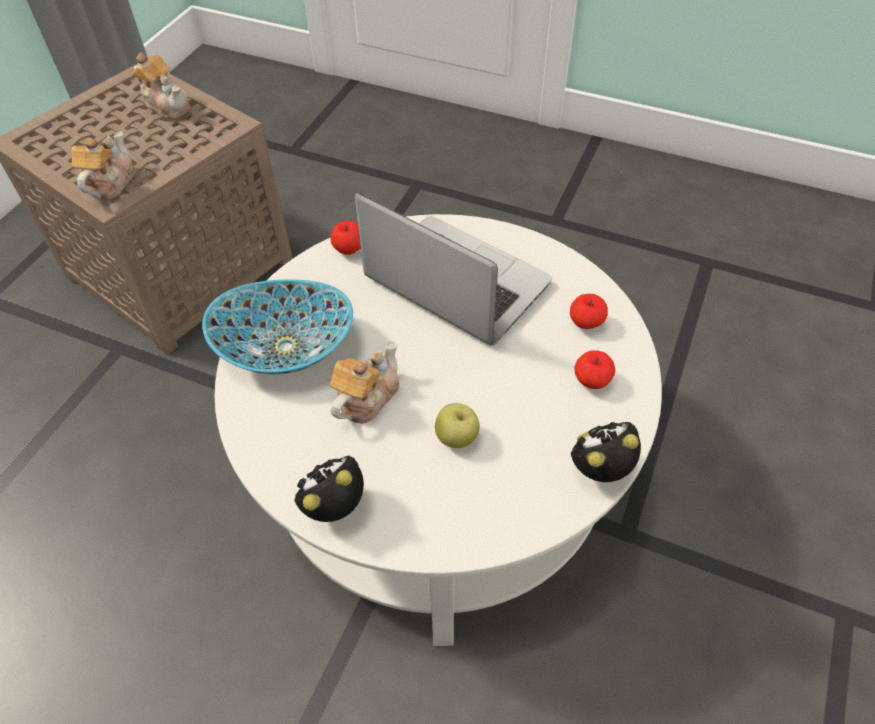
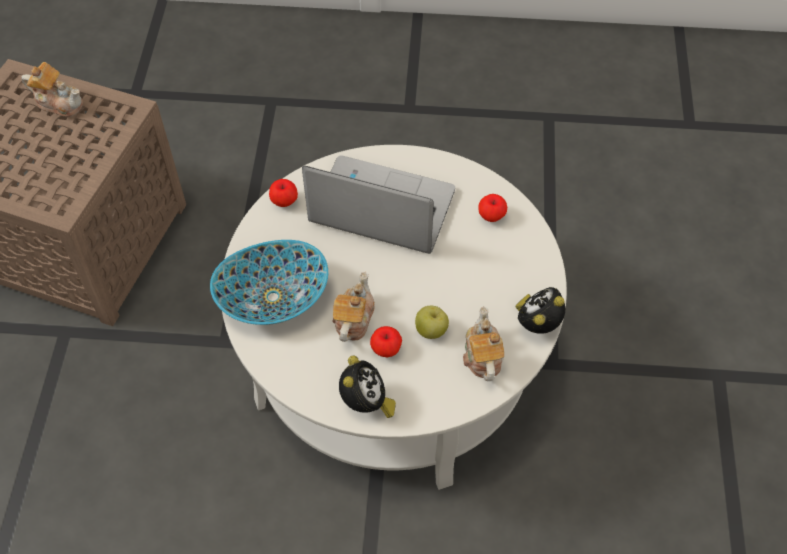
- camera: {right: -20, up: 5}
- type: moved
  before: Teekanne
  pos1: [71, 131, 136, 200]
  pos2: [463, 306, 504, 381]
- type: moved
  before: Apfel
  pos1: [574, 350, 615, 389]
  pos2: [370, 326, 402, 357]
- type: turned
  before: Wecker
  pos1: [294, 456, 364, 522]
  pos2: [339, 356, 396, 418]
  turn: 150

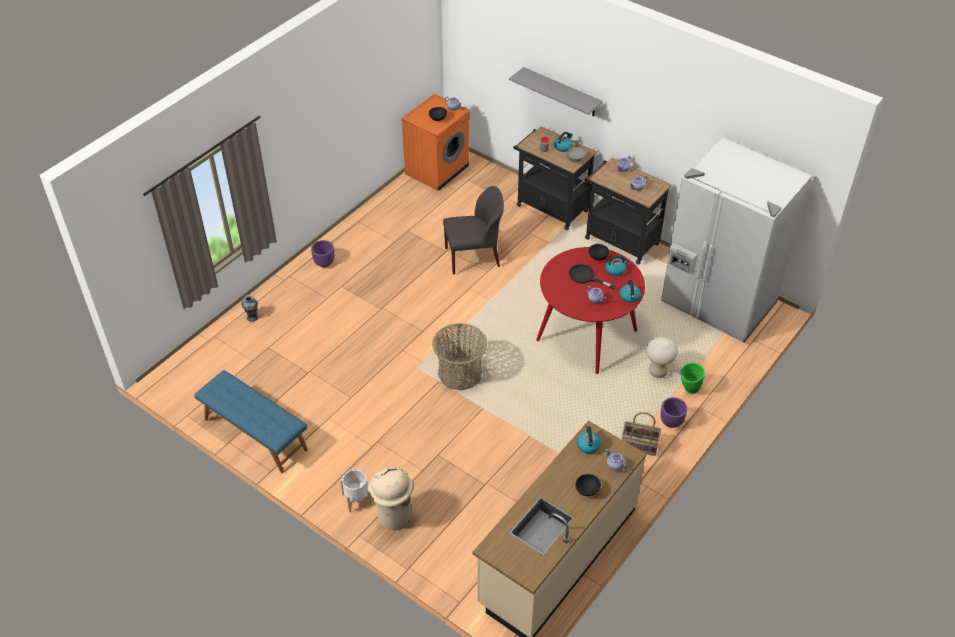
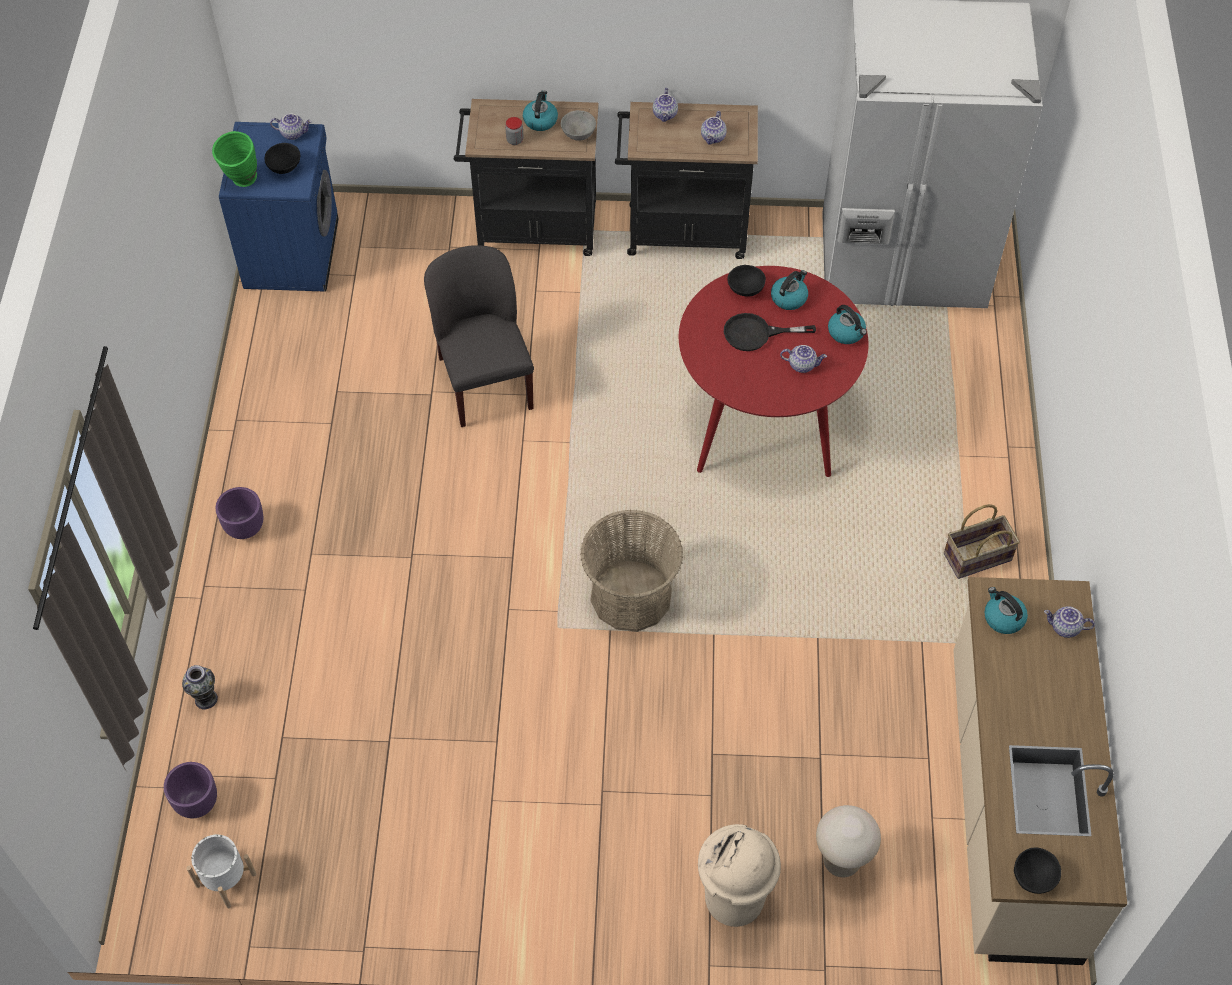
- camera: {right: -35, up: 10}
- type: removed
  before: Wandregal/grau
  pos1: [509, 67, 603, 116]
- type: recoloured
  before: Waschmaschine/orange
  after: Waschmaschine/blau
  pos1: [402, 94, 470, 191]
  pos2: [219, 122, 339, 292]
- type: turned
  before: Stuhl/grau
  pos1: [443, 186, 504, 275]
  pos2: [424, 245, 534, 427]
  turn: -60
- type: moved
  before: Hocker/beige
  pos1: [646, 337, 678, 378]
  pos2: [816, 805, 881, 877]
- type: moved
  before: Vase/grün
  pos1: [680, 363, 705, 394]
  pos2: [212, 131, 257, 187]
- type: removed
  before: Bank/blau
  pos1: [194, 370, 308, 473]
- type: moved
  before: Pflanzkübel/lila
  pos1: [661, 397, 687, 428]
  pos2: [164, 762, 217, 818]
- type: moved
  before: Pflanzkübel/weiß
  pos1: [340, 470, 372, 512]
  pos2: [186, 834, 256, 908]
- type: moved
  before: Schüssel/schwarz
  pos1: [575, 474, 601, 496]
  pos2: [1014, 848, 1061, 894]

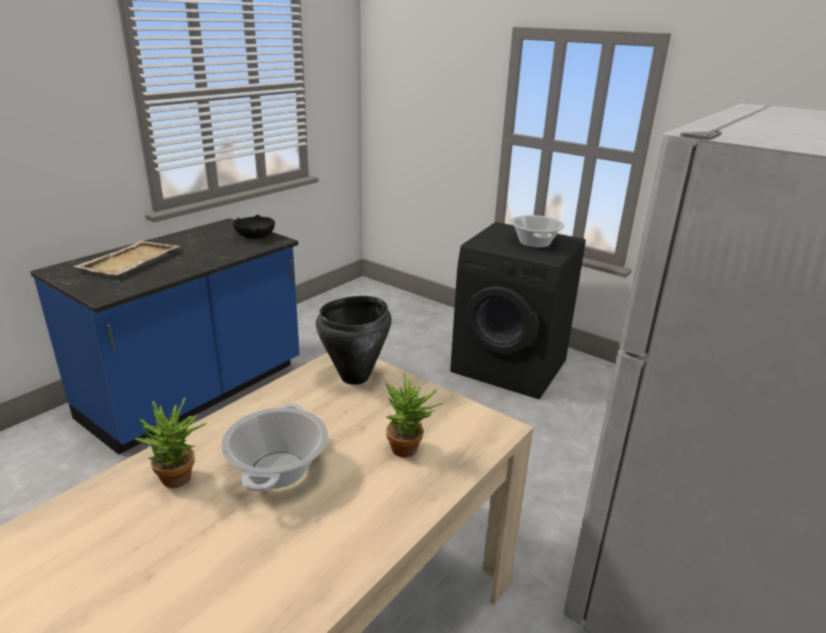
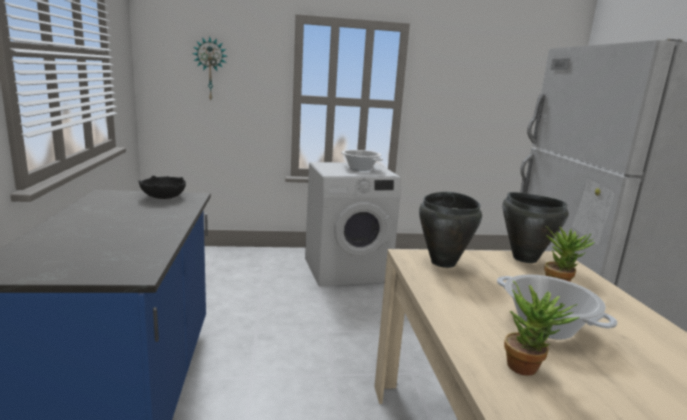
- camera: {right: -45, up: -10}
- type: recoloured
  before: Waschmaschine/schwarz
  after: Waschmaschine/weiß
  pos1: [450, 222, 586, 399]
  pos2: [305, 162, 401, 286]
- type: removed
  before: Tablett/beige
  pos1: [73, 241, 180, 276]
- type: added
  after: Wanduhr
  pos2: [192, 37, 227, 100]
- type: added
  after: Kochtopf/schwarz
  pos2: [503, 192, 569, 263]

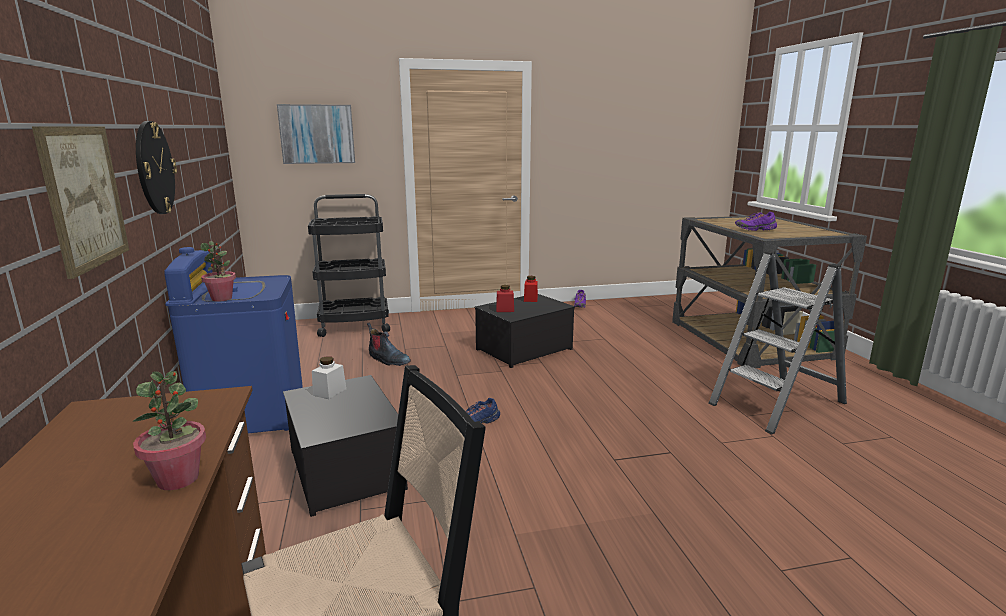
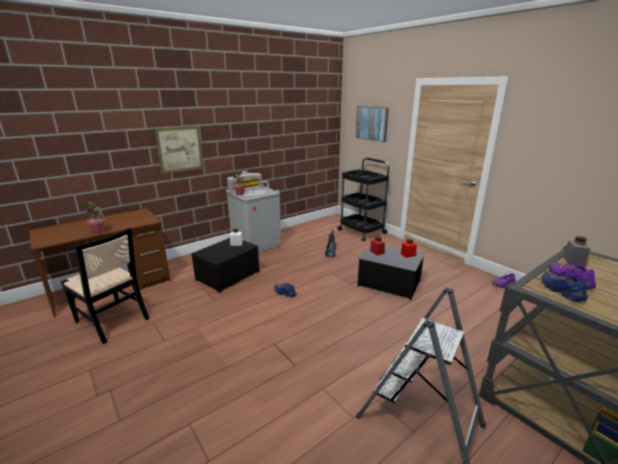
- camera: {right: 65, up: 5}
- type: removed
  before: Wanduhr
  pos1: [136, 121, 177, 214]
- type: recoloured
  before: Waschmaschine/blau
  after: Waschmaschine/grau
  pos1: [164, 247, 303, 433]
  pos2: [226, 171, 281, 252]
- type: added
  after: Vorratsglas/grau
  pos2: [563, 236, 591, 267]
- type: added
  after: Schuh/blau
  pos2: [542, 272, 588, 302]

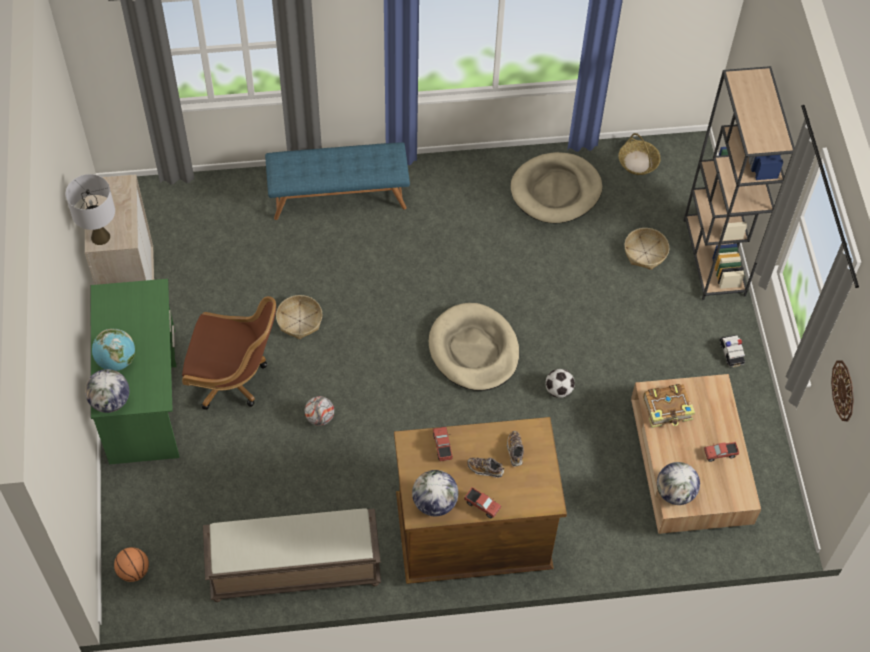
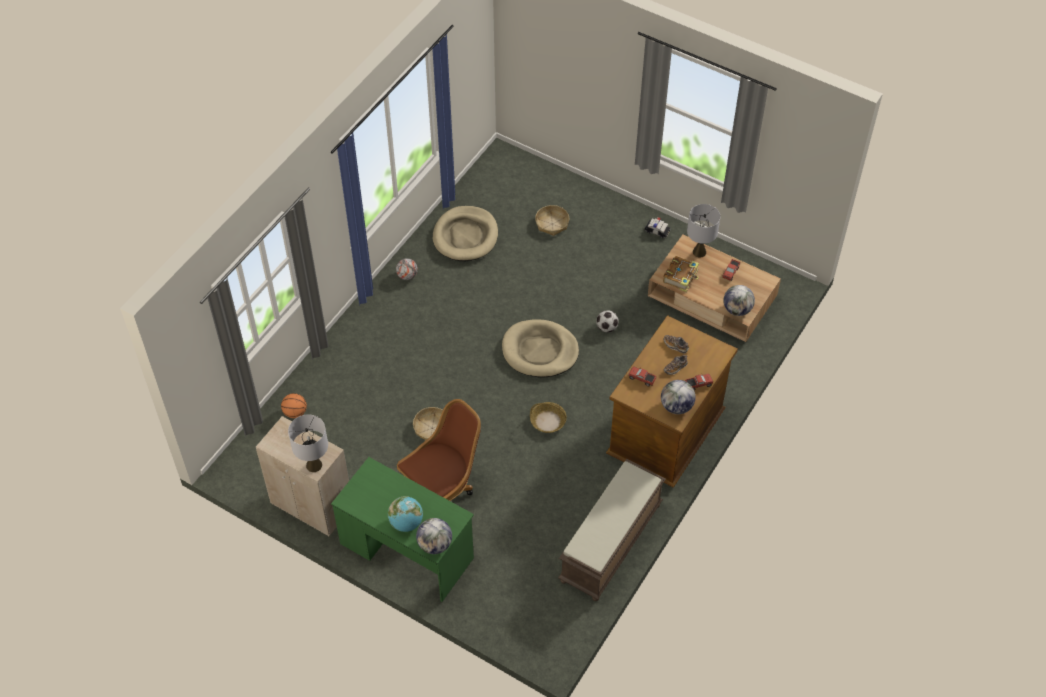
- camera: {right: -50, up: -5}
- type: removed
  before: Bücherregal
  pos1: [683, 66, 795, 300]
- type: moved
  before: Korb
  pos1: [618, 133, 661, 175]
  pos2: [530, 402, 567, 433]
- type: removed
  before: Bank/blau
  pos1: [265, 142, 410, 220]
- type: removed
  before: Wanduhr
  pos1: [831, 360, 854, 421]
- type: moved
  before: Fußball
  pos1: [305, 396, 334, 426]
  pos2: [396, 258, 418, 280]
- type: moved
  before: Basketball
  pos1: [114, 547, 149, 582]
  pos2: [281, 393, 307, 418]
- type: added
  after: Tischlampe/grau
  pos2: [687, 204, 720, 257]

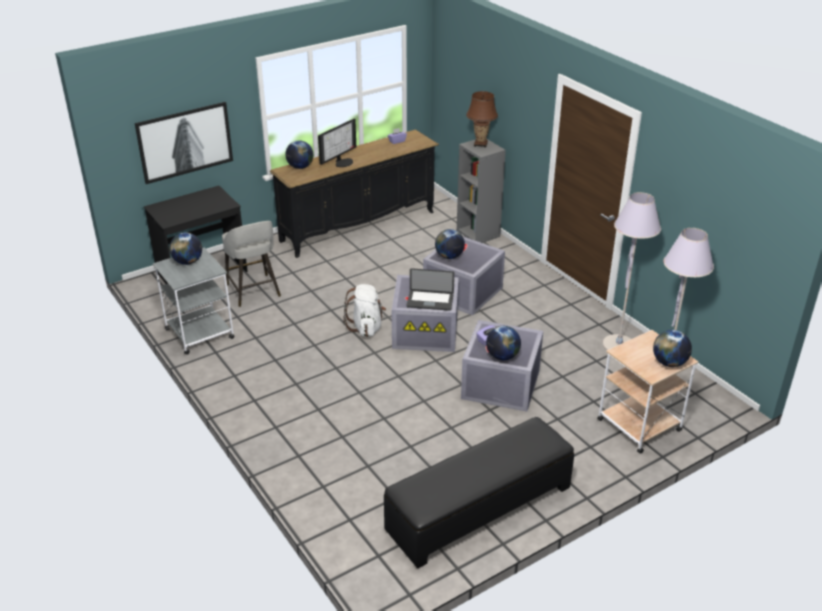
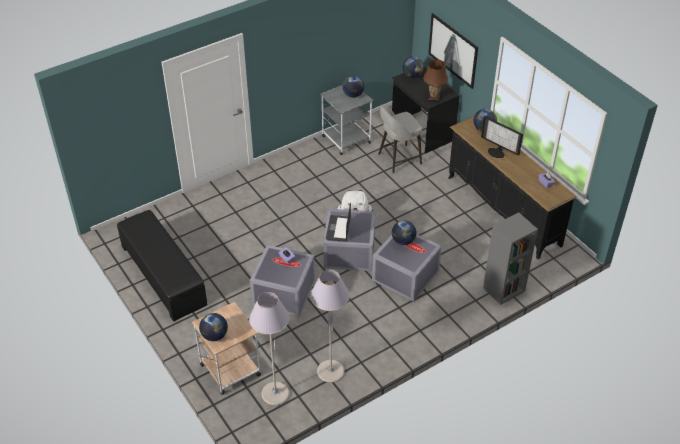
- camera: {right: 90, up: 10}
- type: moved
  before: Tischlampe/braun
  pos1: [466, 91, 498, 148]
  pos2: [423, 59, 448, 102]
- type: moved
  before: Globus
  pos1: [486, 326, 521, 360]
  pos2: [403, 56, 424, 78]

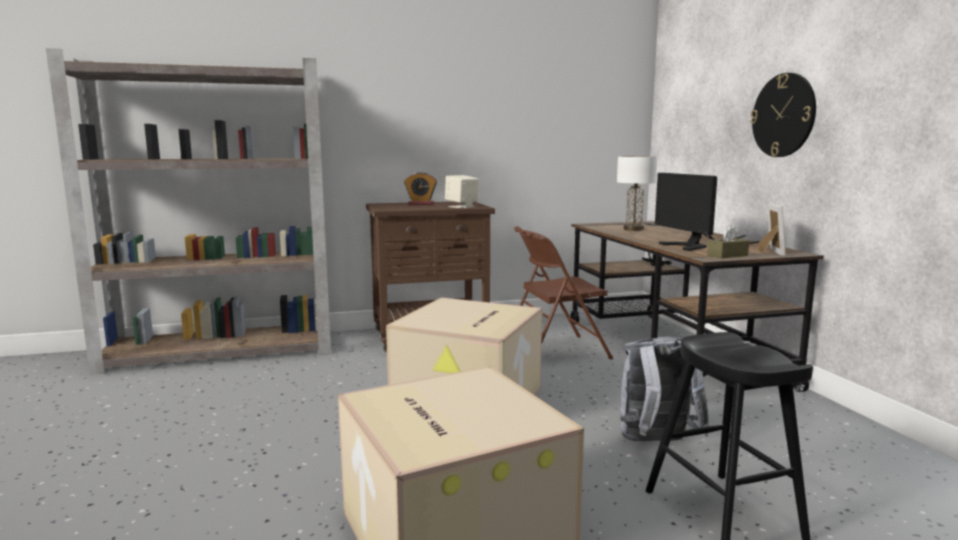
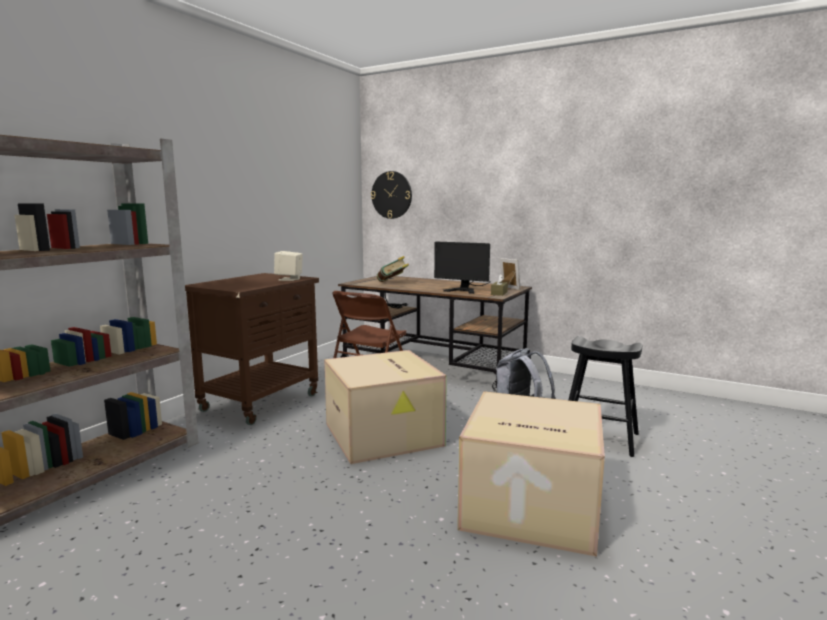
- camera: {right: -45, up: 0}
- type: moved
  before: Wanduhr
  pos1: [750, 73, 816, 157]
  pos2: [371, 171, 412, 219]
- type: replaced
  before: Tischlampe
  after: Buch
  pos1: [617, 157, 657, 231]
  pos2: [377, 256, 409, 282]
- type: removed
  before: Wecker
  pos1: [404, 172, 437, 205]

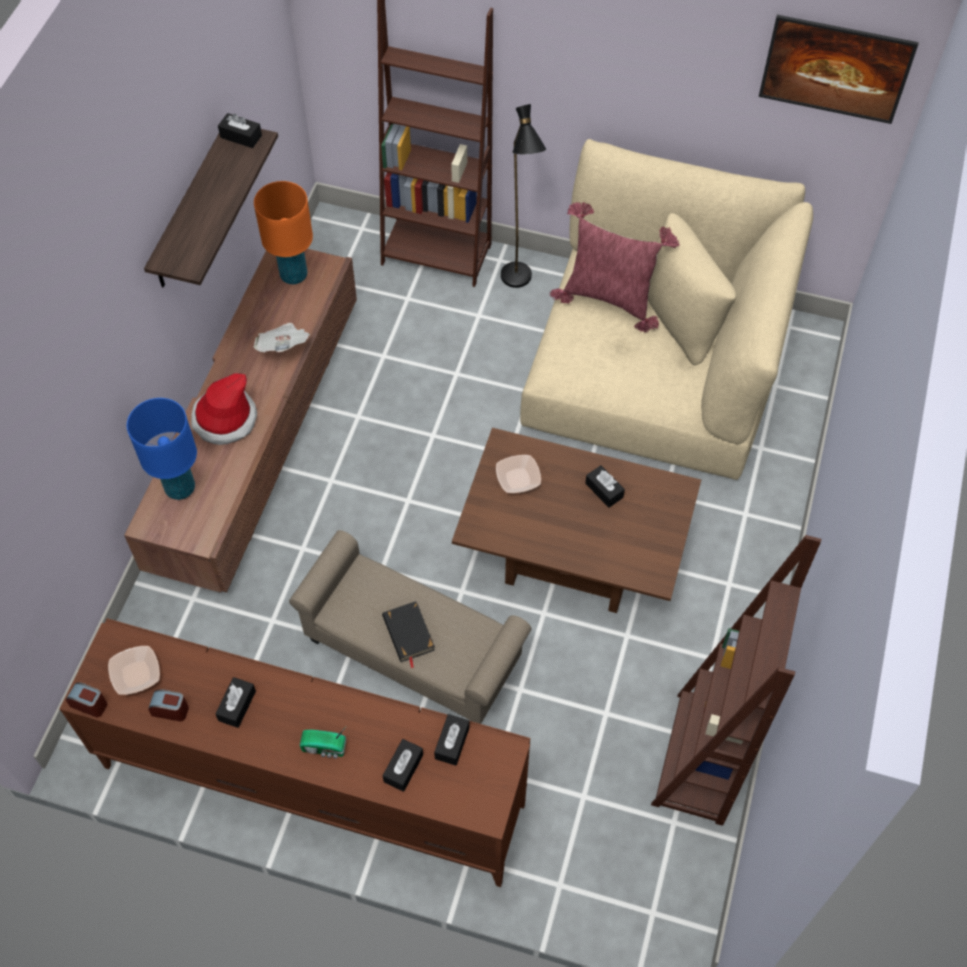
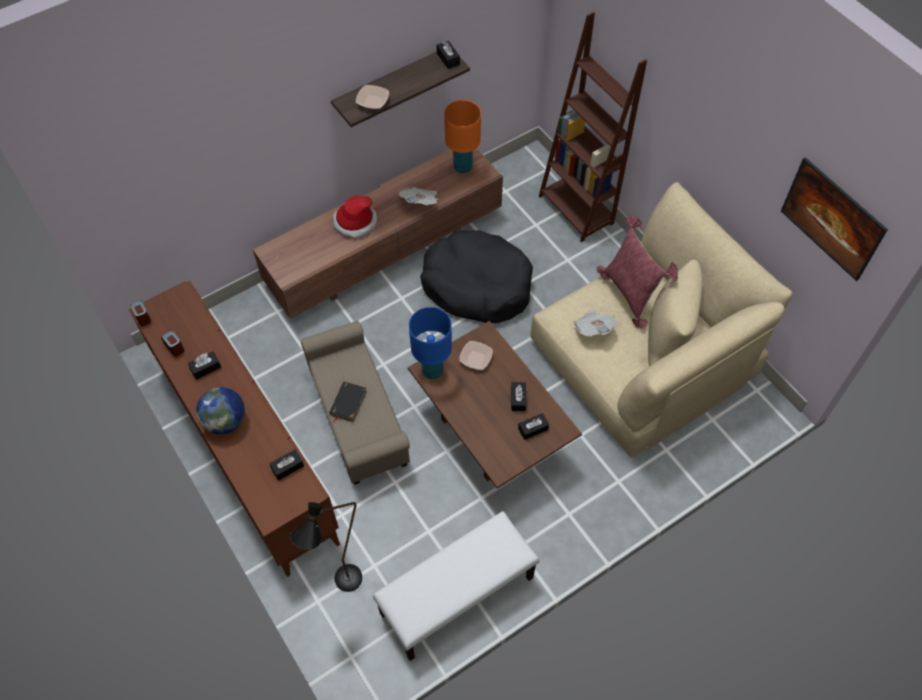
- camera: {right: 40, up: 0}
- type: moved
  before: Stehlampe/schwarz
  pos1: [501, 104, 546, 288]
  pos2: [290, 502, 362, 592]
- type: moved
  before: Tischlampe/blau
  pos1: [127, 398, 197, 500]
  pos2: [409, 307, 452, 379]
- type: replaced
  before: Bücherregal/braun
  after: Bank/weiß
  pos1: [651, 535, 821, 826]
  pos2: [373, 511, 539, 661]
- type: moved
  before: Schüssel
  pos1: [108, 646, 160, 695]
  pos2: [356, 85, 389, 109]
- type: replaced
  before: Radio
  after: Globus
  pos1: [300, 727, 346, 759]
  pos2: [196, 387, 245, 434]
- type: moved
  before: Taschentuchbox/schwarz
  pos1: [383, 739, 423, 792]
  pos2: [518, 413, 549, 440]
- type: added
  after: Hundebett/schwarz
  pos2: [420, 230, 533, 323]
- type: added
  after: Zeitung
  pos2: [573, 310, 618, 336]

